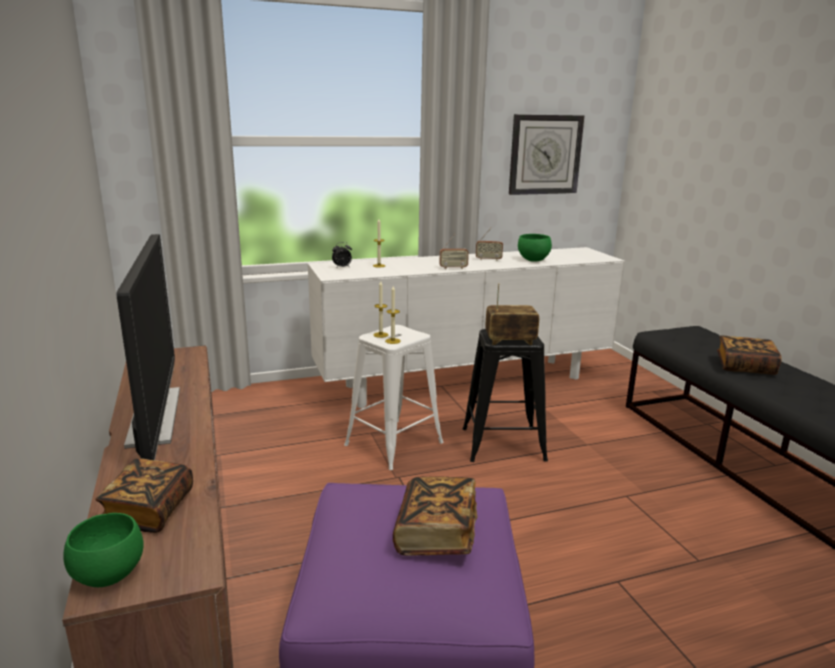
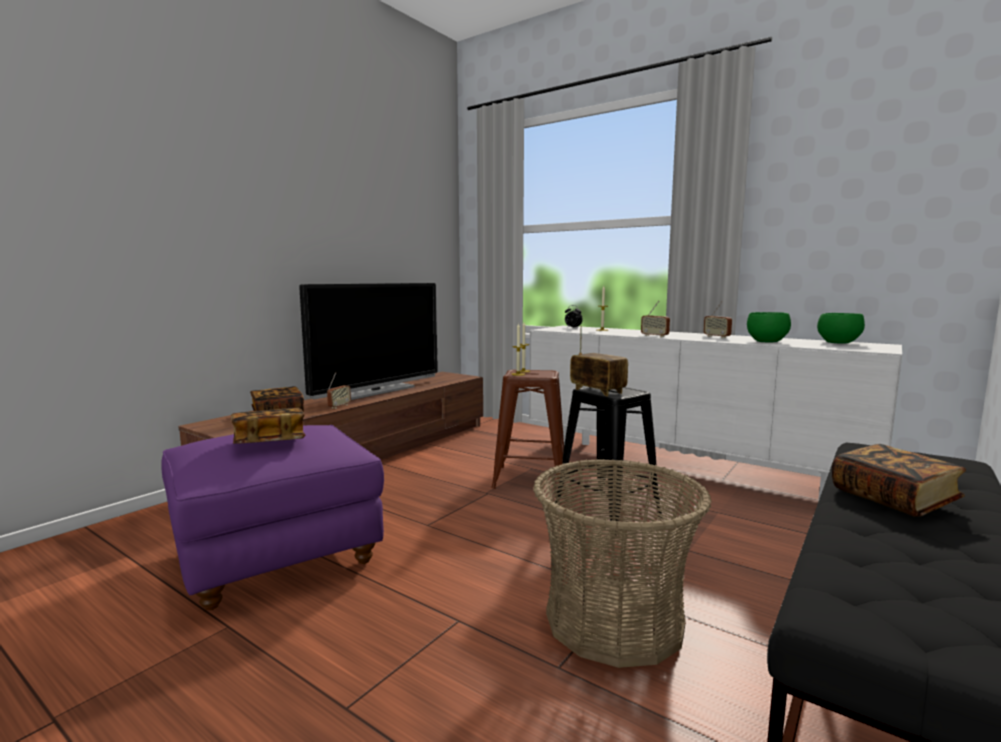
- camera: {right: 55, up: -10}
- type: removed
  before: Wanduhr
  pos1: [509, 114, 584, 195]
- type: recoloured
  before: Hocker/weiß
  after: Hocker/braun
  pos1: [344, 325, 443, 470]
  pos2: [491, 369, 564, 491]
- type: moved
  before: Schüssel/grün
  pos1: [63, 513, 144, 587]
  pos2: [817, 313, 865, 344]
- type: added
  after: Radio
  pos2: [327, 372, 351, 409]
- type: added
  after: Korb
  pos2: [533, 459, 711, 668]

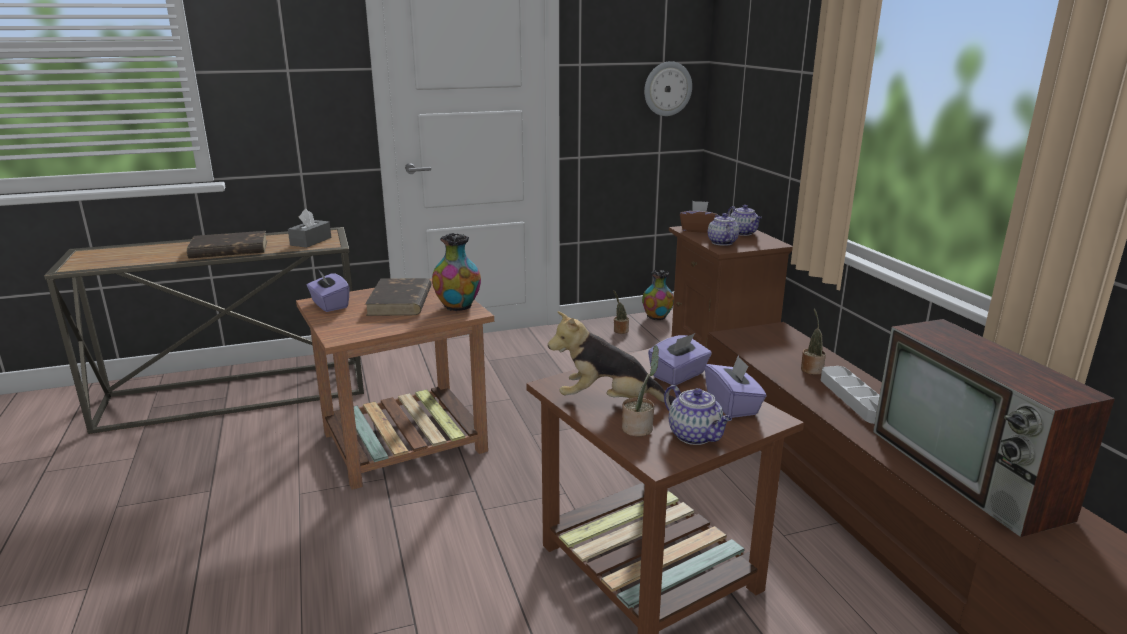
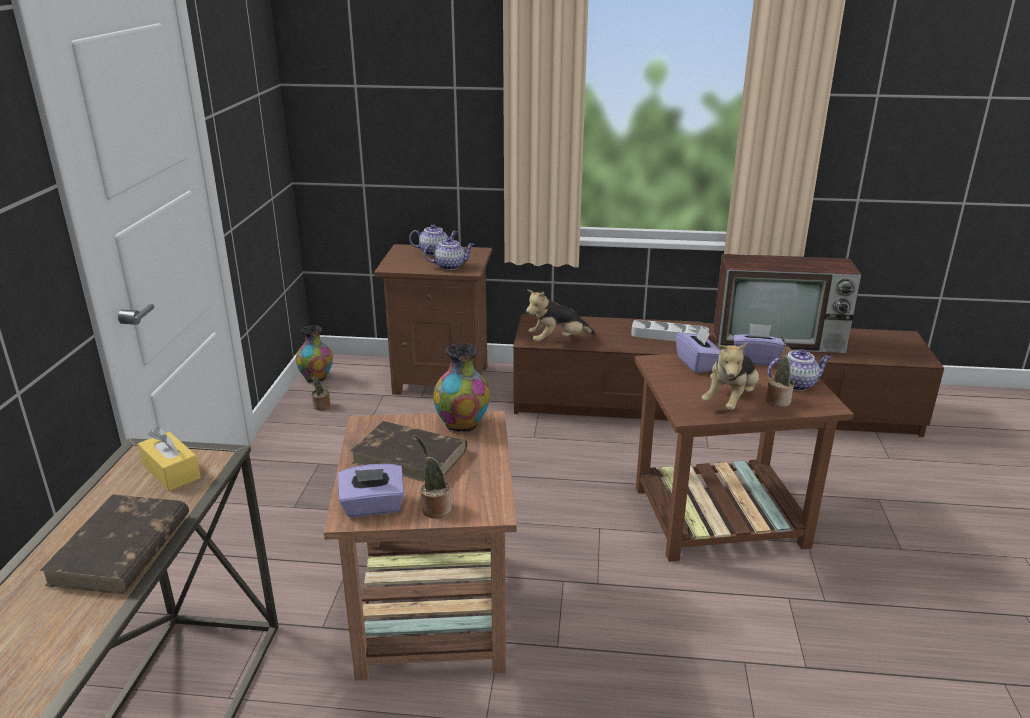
- camera: {right: -65, up: 5}
- type: removed
  before: Wanduhr
  pos1: [644, 61, 692, 116]
- type: removed
  before: Taschentuchbox/braun
  pos1: [680, 201, 718, 233]
- type: recoloured
  before: Taschentuchbox/grau
  after: Taschentuchbox/gelb
  pos1: [288, 209, 331, 248]
  pos2: [138, 427, 201, 491]
- type: turned
  before: Teekanne
  pos1: [708, 213, 739, 246]
  pos2: [424, 238, 474, 270]
  turn: 150
- type: moved
  before: Topfpflanze
  pos1: [801, 309, 826, 375]
  pos2: [415, 435, 451, 519]
- type: added
  after: Plüschtier
  pos2: [526, 290, 595, 342]

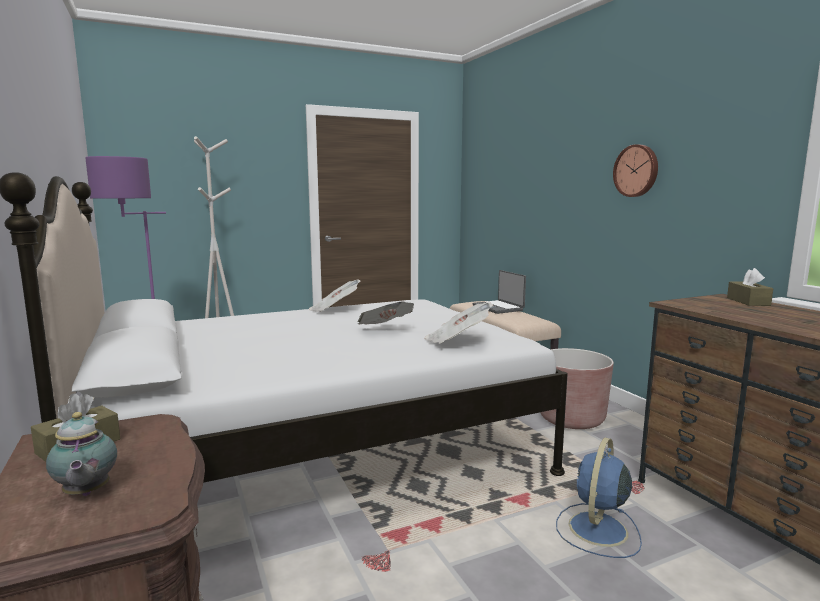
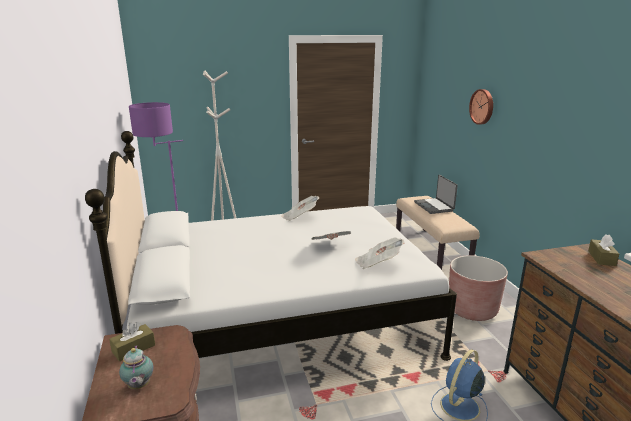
- camera: {right: 10, up: 10}
- type: moved
  before: Wanduhr
  pos1: [613, 144, 658, 197]
  pos2: [469, 89, 493, 125]

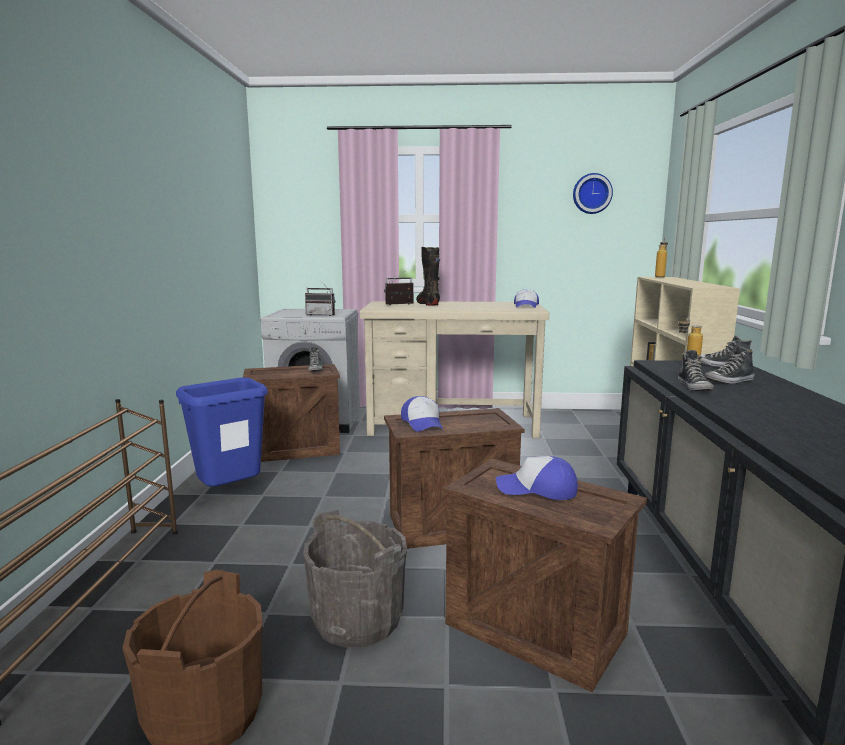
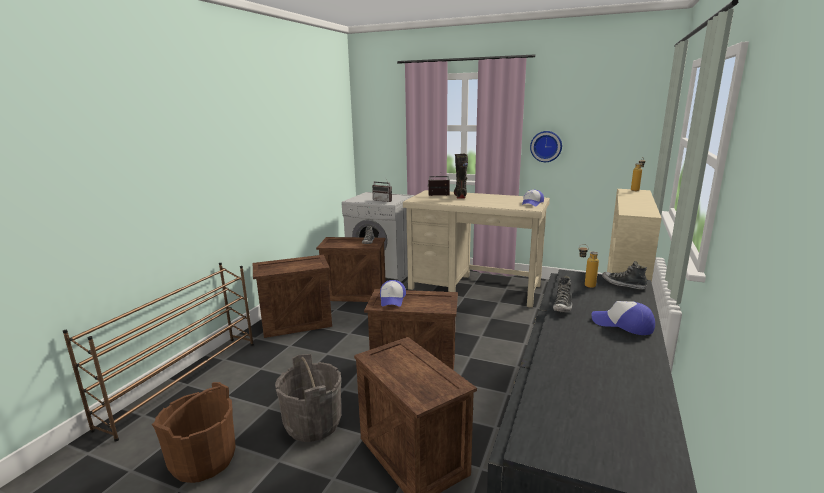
- camera: {right: 20, up: 5}
- type: moved
  before: Wanduhr
  pos1: [573, 173, 613, 214]
  pos2: [530, 131, 562, 162]
- type: removed
  before: Schuh
  pos1: [705, 346, 754, 384]
- type: replaced
  before: Mülleimer/blau
  after: Kiste
  pos1: [176, 377, 268, 495]
  pos2: [253, 255, 332, 338]
- type: moved
  before: Kappe
  pos1: [496, 456, 578, 500]
  pos2: [592, 301, 655, 335]

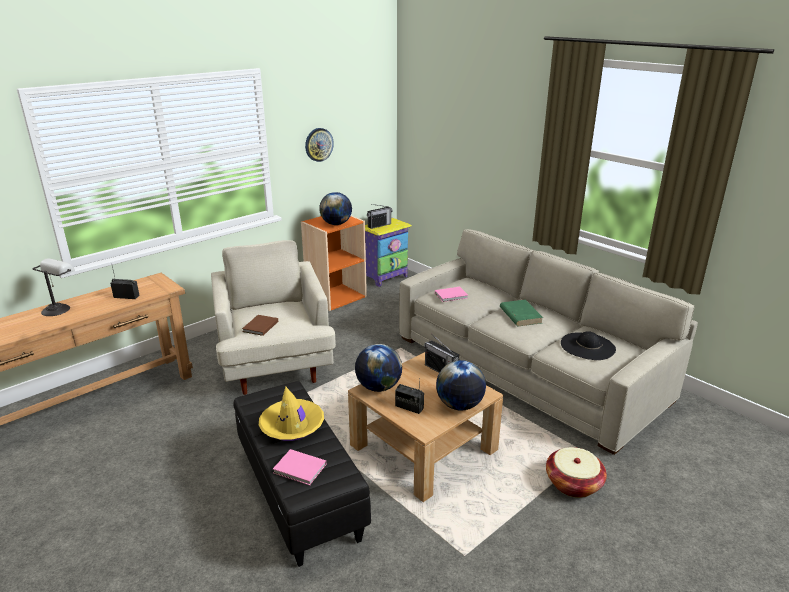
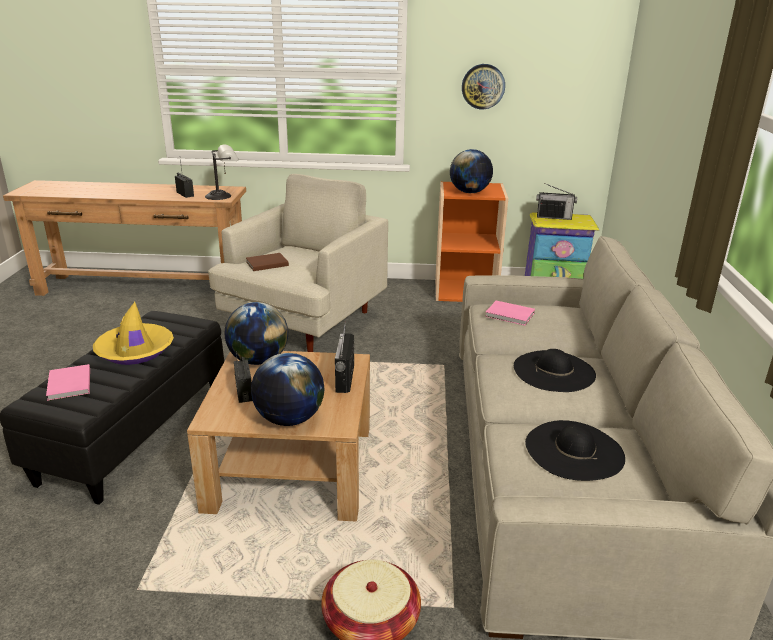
- camera: {right: 45, up: 0}
- type: moved
  before: Tischlampe
  pos1: [33, 258, 75, 316]
  pos2: [205, 144, 239, 200]
- type: replaced
  before: Buch/grün
  after: Hut/schwarz
  pos1: [500, 300, 543, 326]
  pos2: [514, 349, 596, 392]

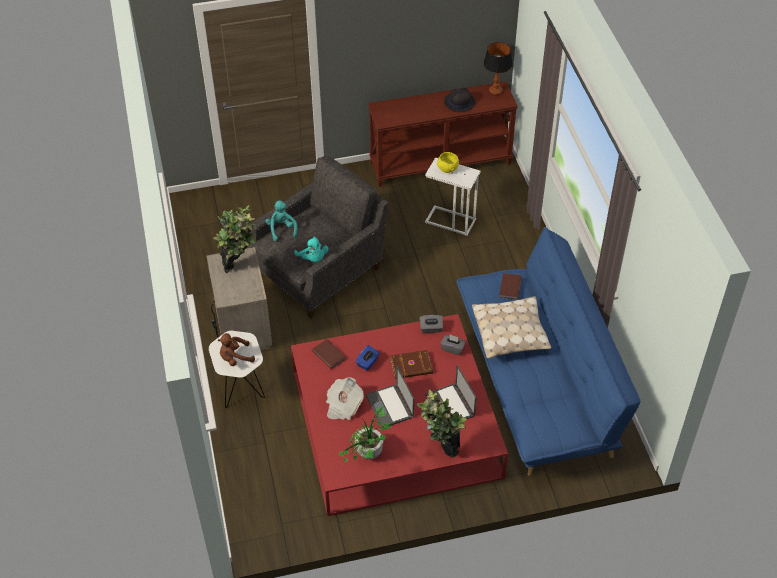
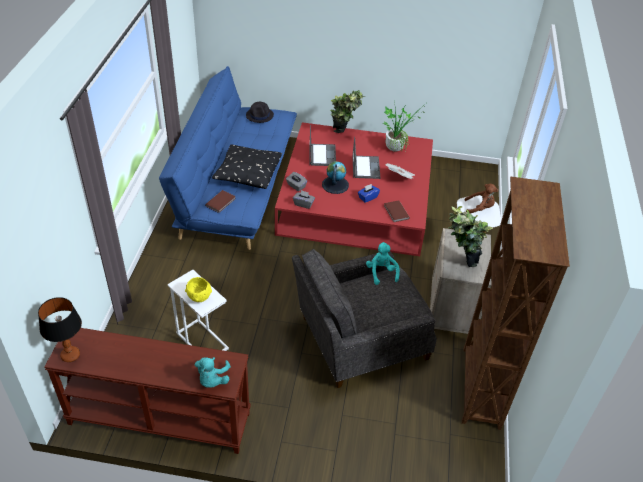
- camera: {right: -160, up: -5}
- type: moved
  before: Hut/schwarz
  pos1: [444, 88, 475, 112]
  pos2: [246, 102, 274, 123]
- type: moved
  before: Plüschtier/türkis
  pos1: [265, 200, 297, 241]
  pos2: [195, 357, 231, 388]
- type: recoloured
  before: Kissen/beige
  after: Kissen/schwarz
  pos1: [472, 297, 552, 359]
  pos2: [212, 144, 282, 189]
- type: replaced
  before: Buch/braun
  after: Globus
  pos1: [390, 350, 433, 379]
  pos2: [322, 161, 349, 194]
- type: added
  after: Bücherregal/braun
  pos2: [462, 176, 570, 430]

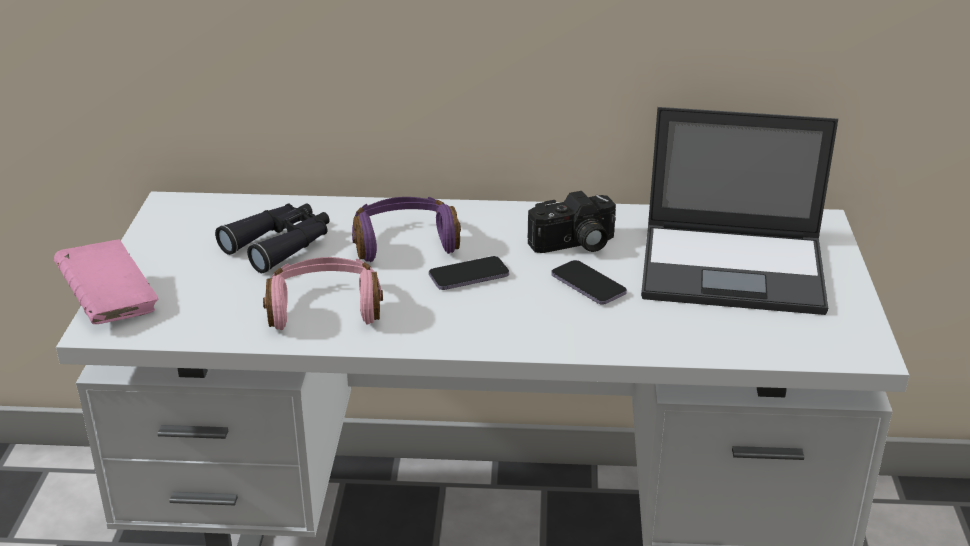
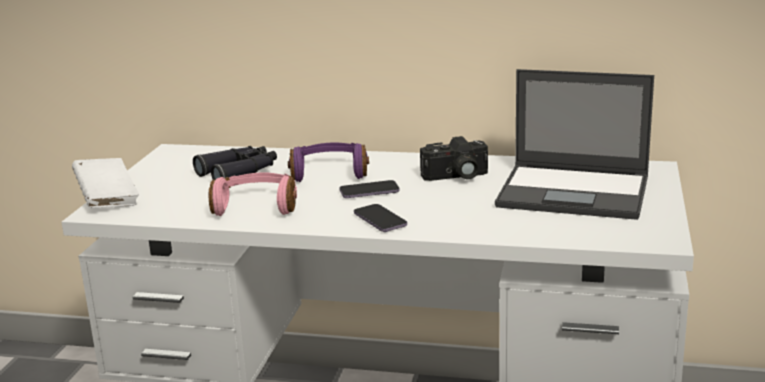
- camera: {right: 10, up: -10}
- type: recoloured
  before: Buch/rosa
  after: Buch/weiß
  pos1: [54, 239, 159, 324]
  pos2: [72, 158, 139, 208]
- type: moved
  before: Handy
  pos1: [551, 260, 627, 305]
  pos2: [354, 204, 407, 232]

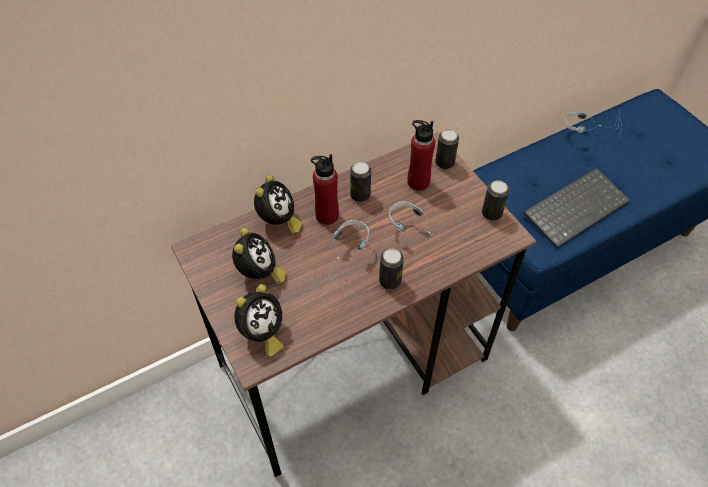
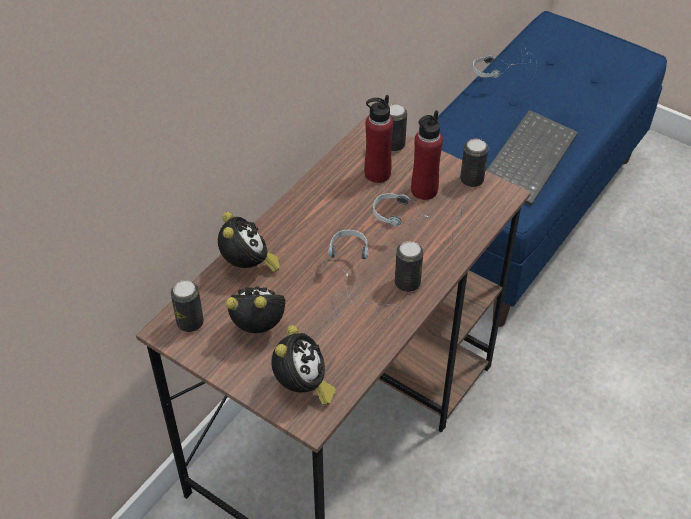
- camera: {right: -25, up: -5}
- type: moved
  before: Flasche/rot
  pos1: [311, 154, 339, 225]
  pos2: [411, 110, 443, 200]
- type: moved
  before: Dose
  pos1: [350, 162, 371, 202]
  pos2: [171, 280, 204, 332]
- type: turned
  before: Wecker
  pos1: [232, 228, 286, 285]
  pos2: [225, 286, 285, 333]
  turn: -60

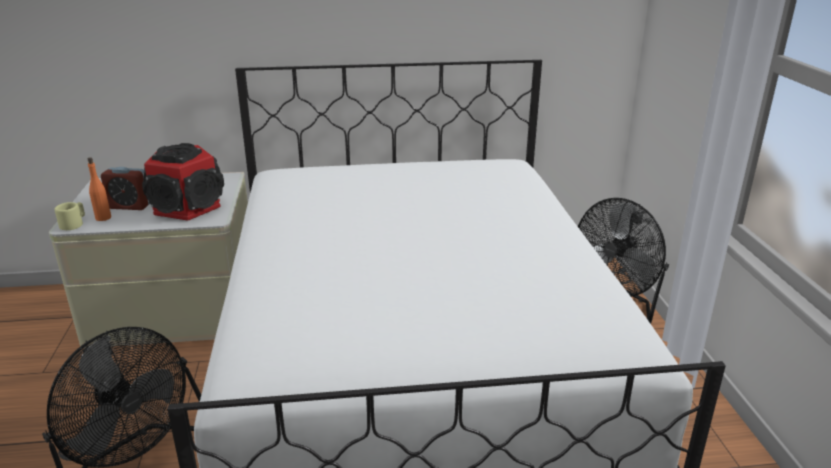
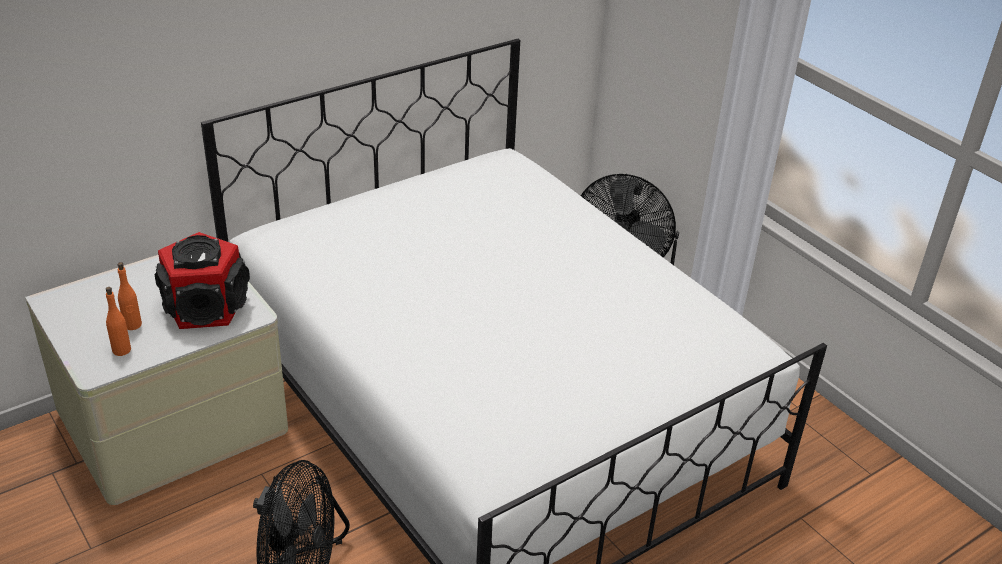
- camera: {right: -30, up: 10}
- type: replaced
  before: Wecker
  after: Flasche/orange
  pos1: [101, 167, 150, 210]
  pos2: [118, 262, 142, 330]
- type: removed
  before: Henkelbecher/beige
  pos1: [54, 202, 85, 230]

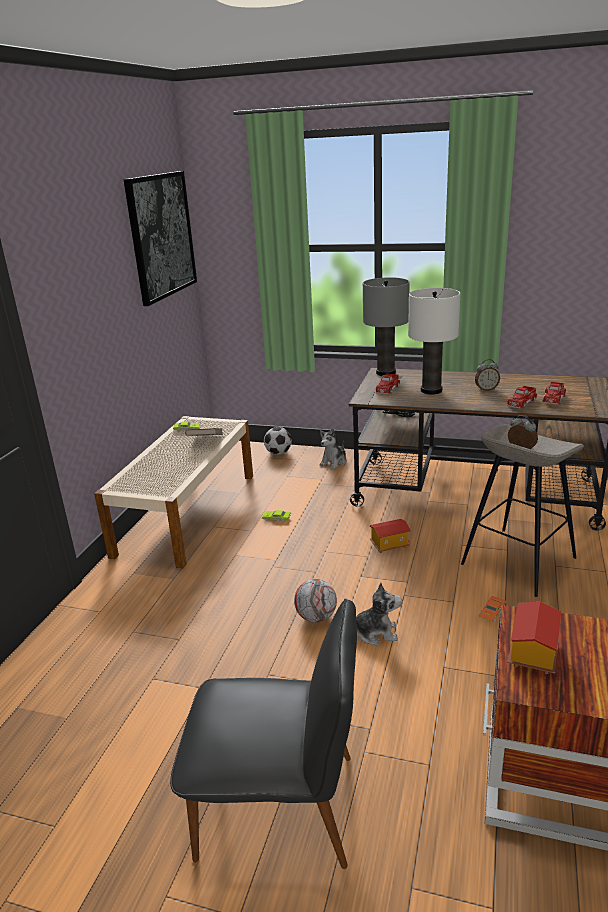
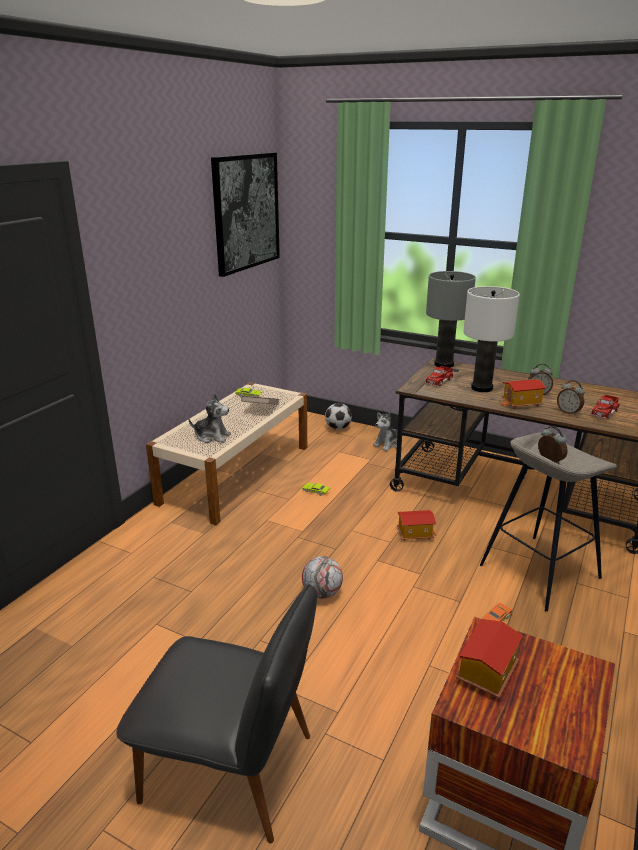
- camera: {right: 10, up: 0}
- type: replaced
  before: Spielzeuglaster
  after: Wecker
  pos1: [507, 386, 537, 408]
  pos2: [557, 380, 585, 415]
- type: moved
  before: Plüschtier
  pos1: [356, 582, 402, 645]
  pos2: [188, 394, 231, 443]
- type: added
  after: Spielzeughaus
  pos2: [501, 379, 546, 409]

